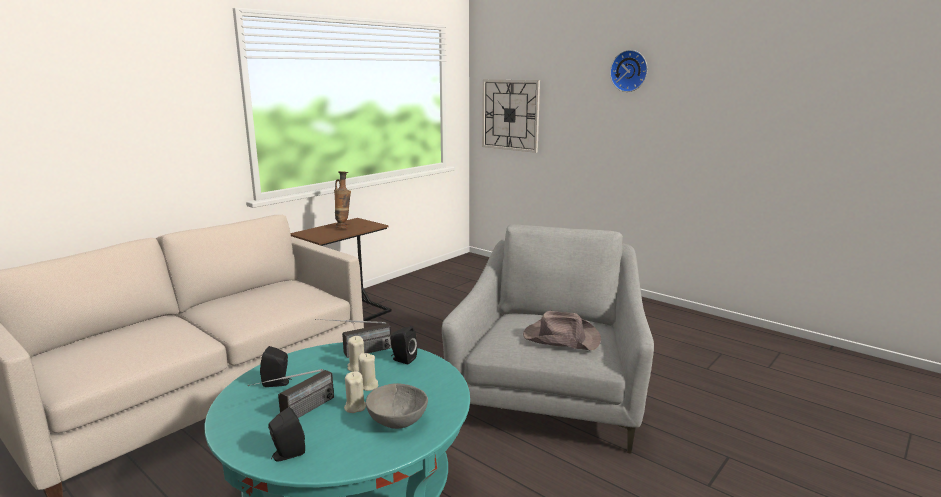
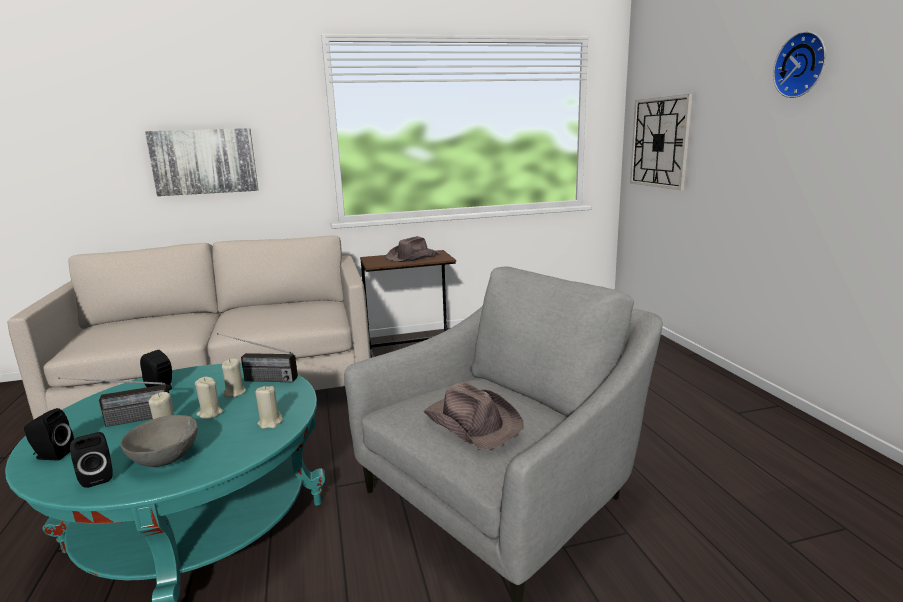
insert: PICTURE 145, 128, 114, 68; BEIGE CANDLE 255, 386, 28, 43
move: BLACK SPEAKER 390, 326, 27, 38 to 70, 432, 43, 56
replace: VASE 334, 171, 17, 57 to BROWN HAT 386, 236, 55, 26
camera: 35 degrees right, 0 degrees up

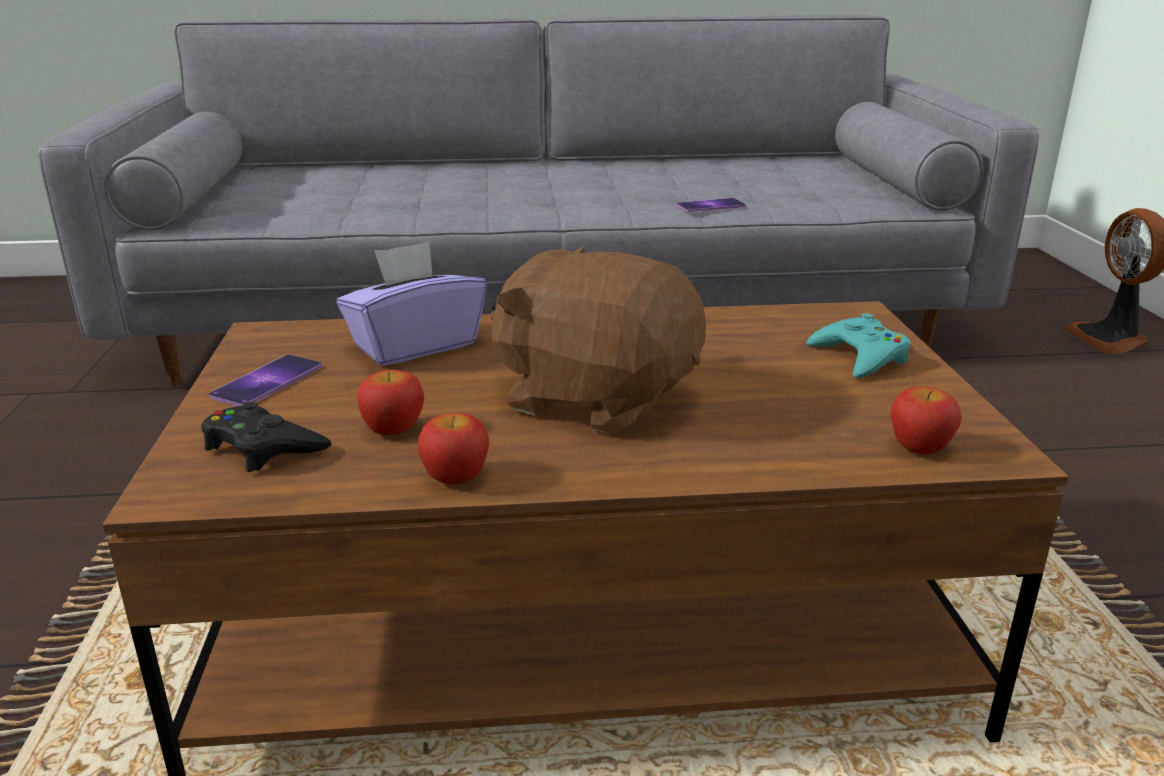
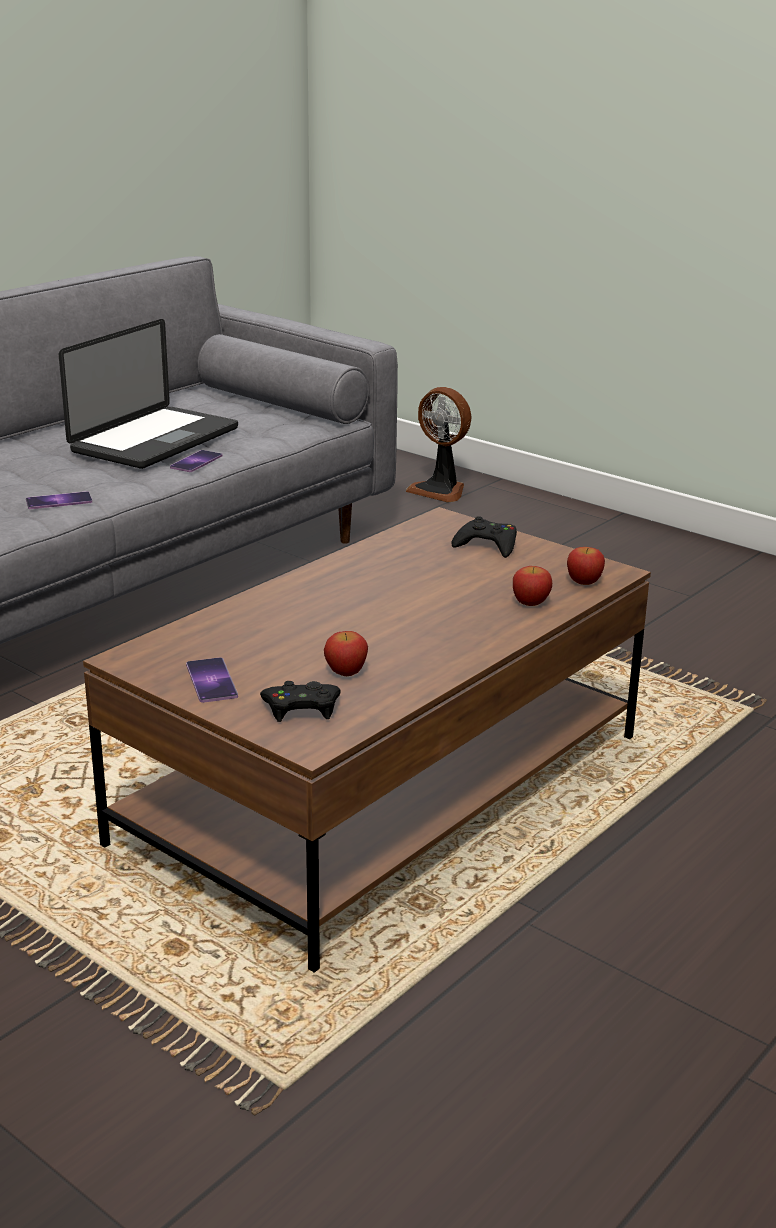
delete: PURPLE TISSUE BOX 337, 241, 150, 125; BROWN PLUSH TOY 491, 246, 215, 189
insert: PHONE 26, 491, 66, 18; LAPTOP 59, 319, 179, 150
move: APPLE 418, 413, 71, 72 to 513, 566, 39, 40
recolor: TURQUOISE GAME CONTROLLER 806, 313, 105, 65 to BLACK GAME CONTROLLER 451, 516, 66, 42
camera: 45 degrees left, 0 degrees up

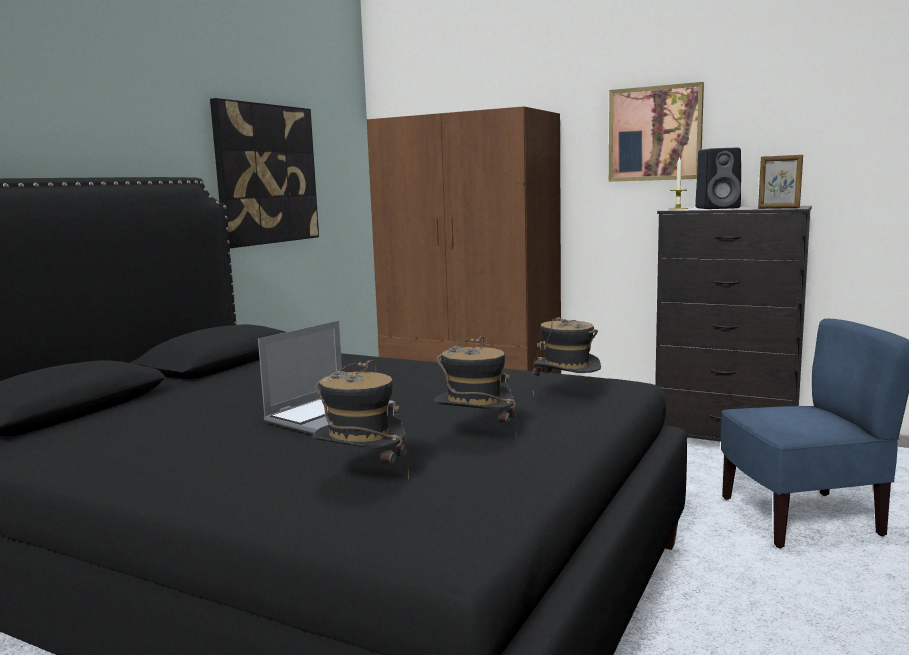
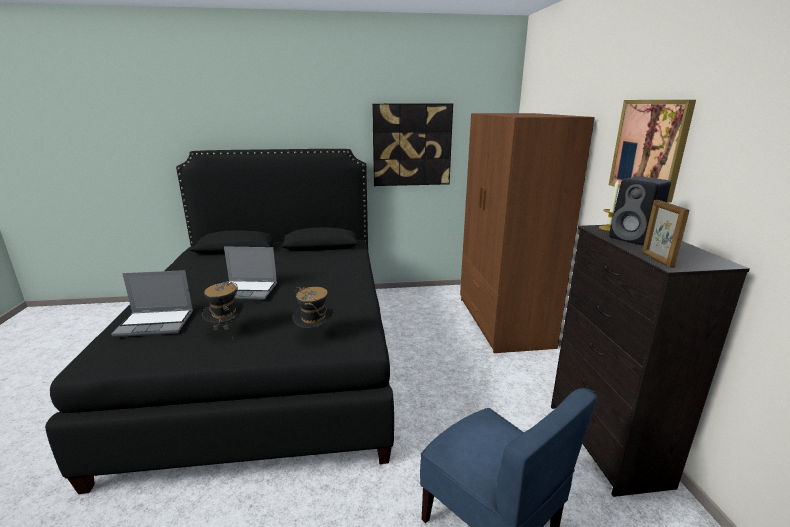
replace: HAT 313, 360, 96, 120 to LAPTOP 111, 270, 82, 67
camera: 55 degrees right, 10 degrees up

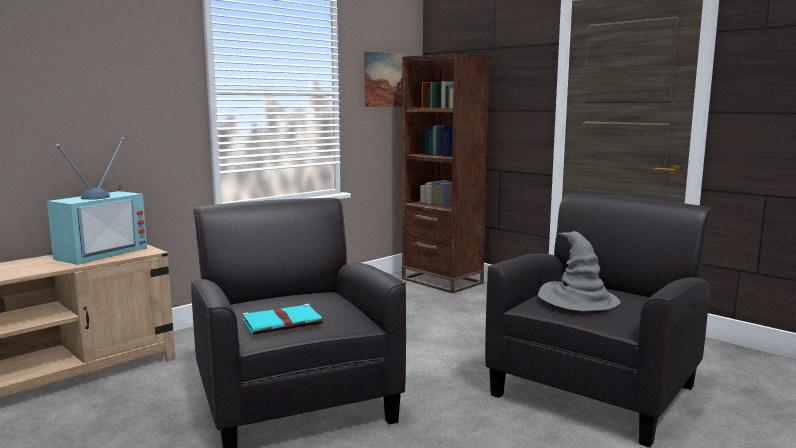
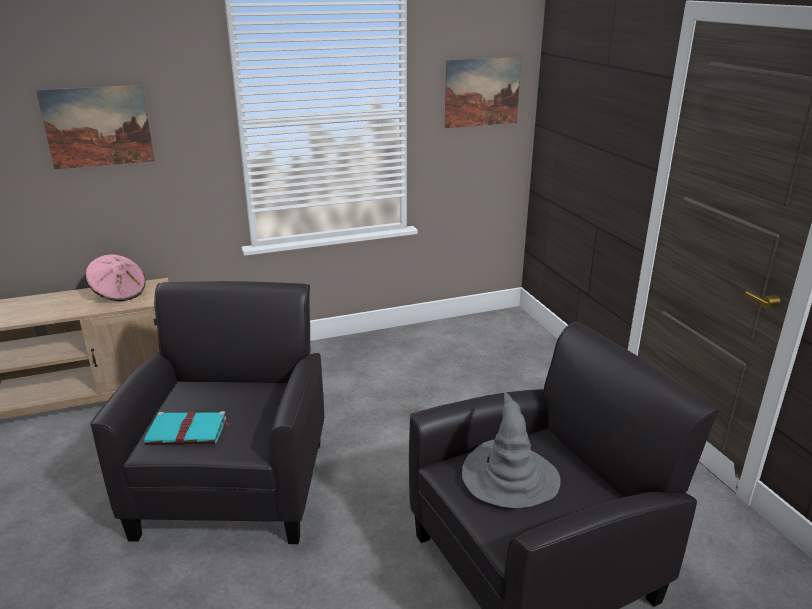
delete: BROWN BOOKCASE 402, 53, 88, 241
insert: PICTURE 36, 85, 119, 84
replace: TELEVISION 47, 137, 100, 128 to PINK HAT 86, 254, 60, 47
camera: 25 degrees right, 15 degrees up

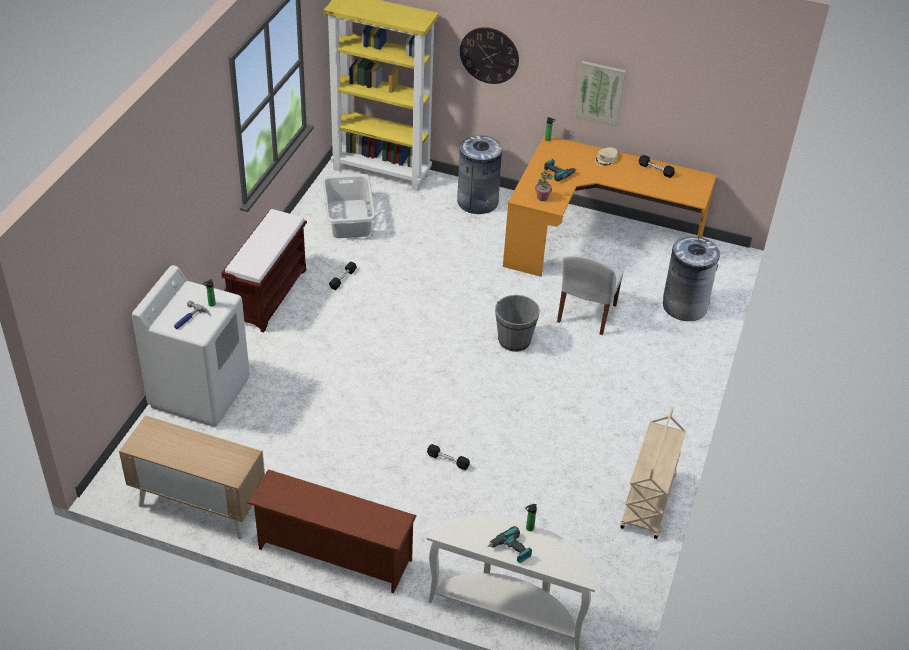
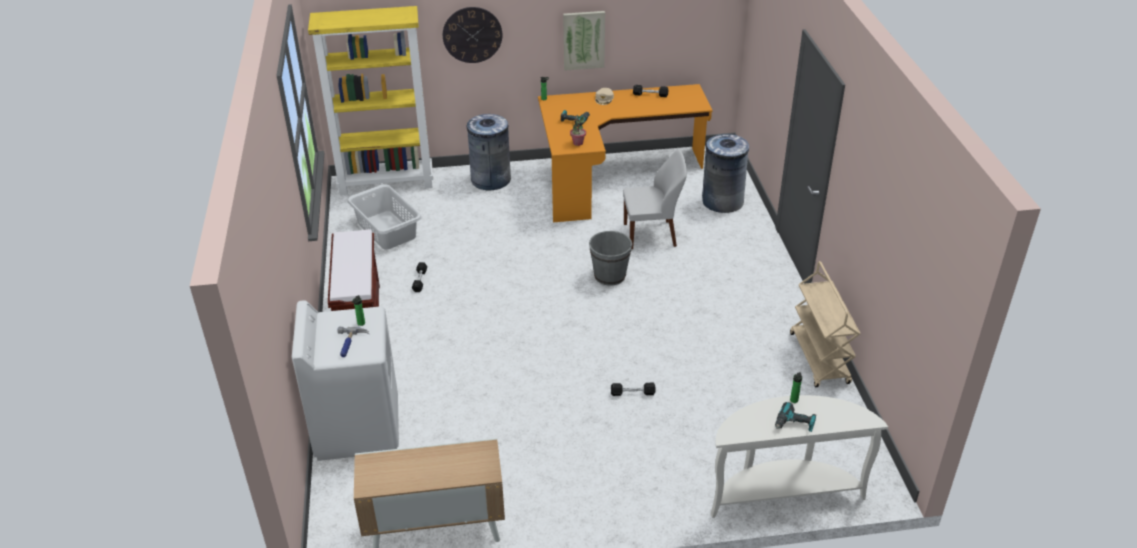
delete: BROWN SHOE RACK 248, 469, 169, 124
rotate: WHITE CHAIR 557, 256, 67, 79 = 623, 150, 64, 99 90 degrees counterclockwise
camera: 25 degrees left, 5 degrees down

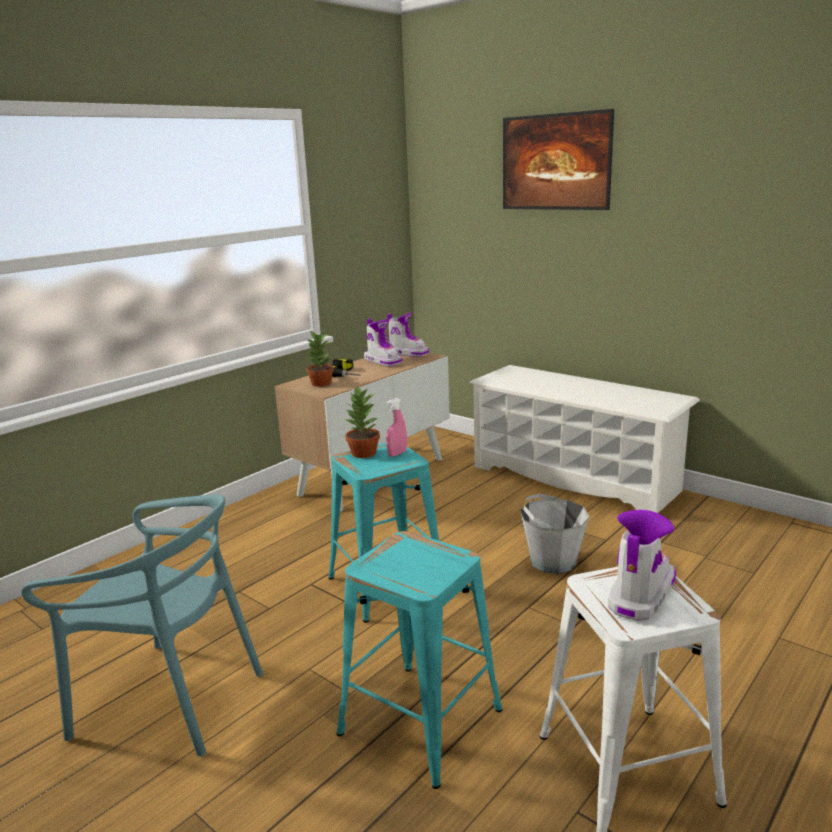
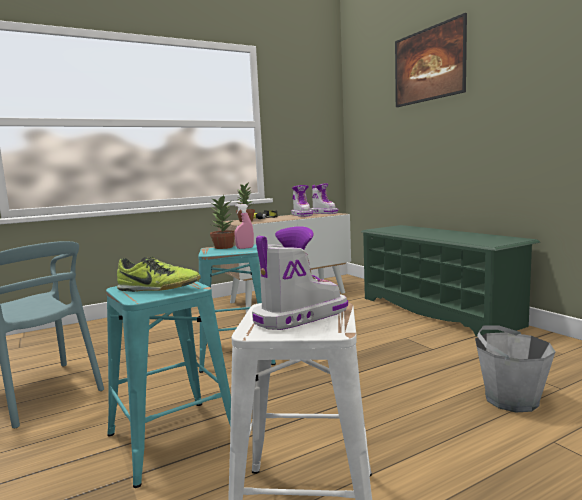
insert: SHOE 117, 257, 84, 35
move: GREY BUCKET 520, 494, 69, 80 to 475, 325, 81, 87
recolor: WHITE SHOE RACK 469, 365, 231, 148 to GREEN SHOE RACK 361, 225, 179, 112
camera: 20 degrees right, 10 degrees down

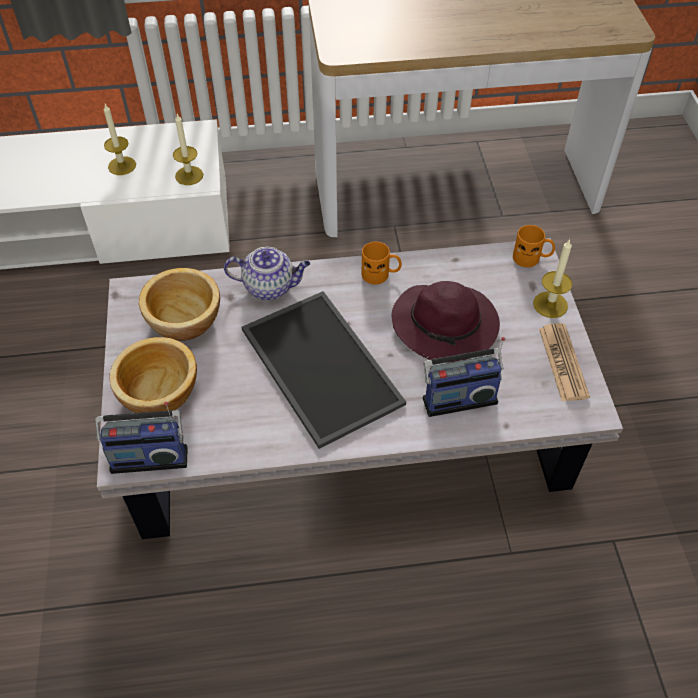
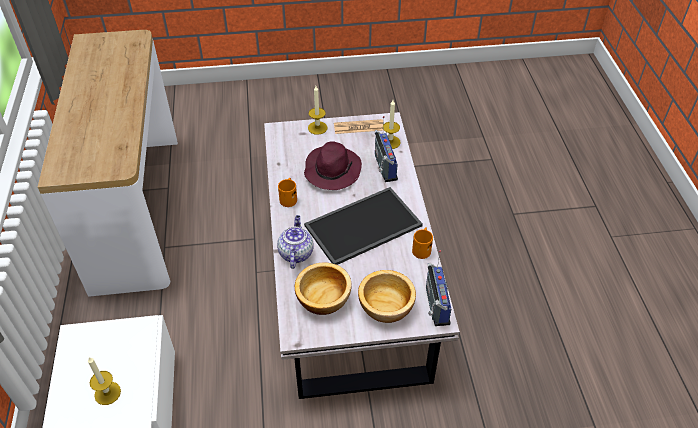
move: CANDLE 173, 114, 30, 71 to 383, 100, 18, 49; ORANGE MUG 513, 225, 42, 42 to 412, 227, 21, 32
camera: 90 degrees left, 5 degrees down

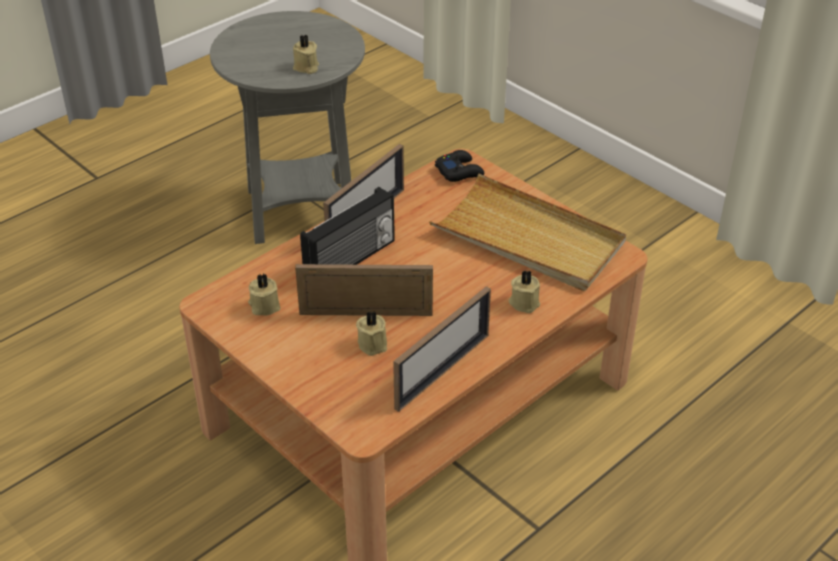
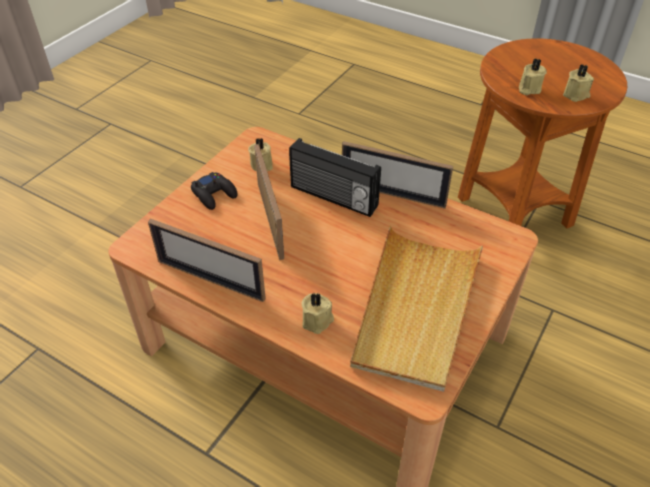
move: BLACK GAME CONTROLLER 435, 150, 49, 32 to 191, 172, 46, 38; BEIGE CANDLE 356, 311, 31, 45 to 563, 65, 31, 37
recolor: GREY SIDE TABLE 210, 11, 155, 233 to BROWN SIDE TABLE 458, 38, 169, 191
camera: 75 degrees right, 5 degrees up

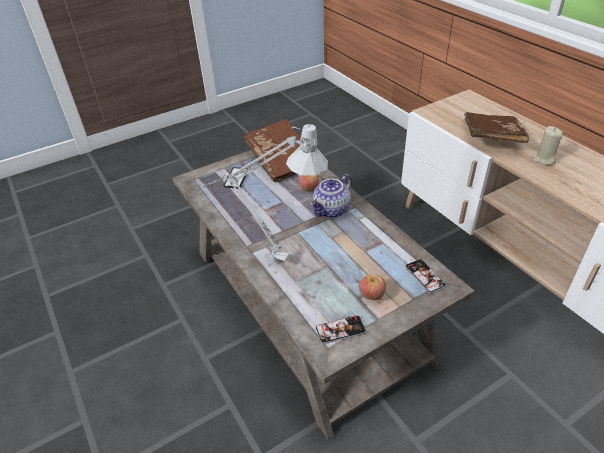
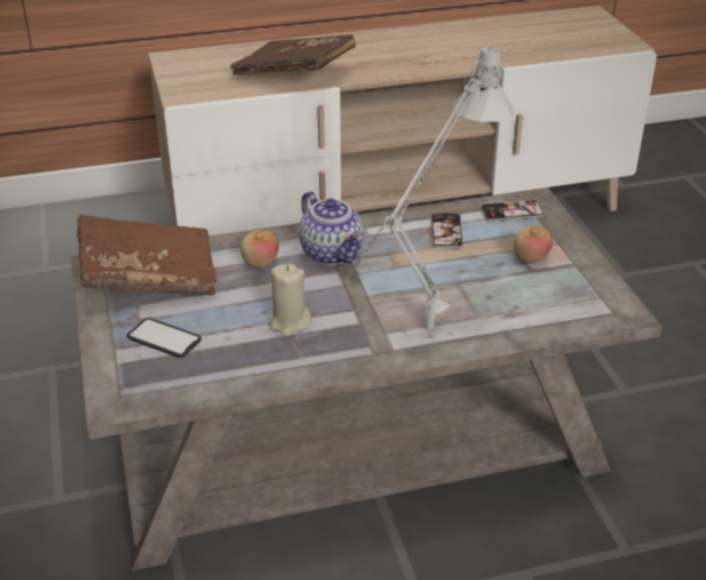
move: BEIGE CANDLE 533, 126, 30, 39 to 270, 264, 41, 72; PHONE 315, 315, 51, 29 to 431, 213, 32, 36
camera: 75 degrees left, 5 degrees down

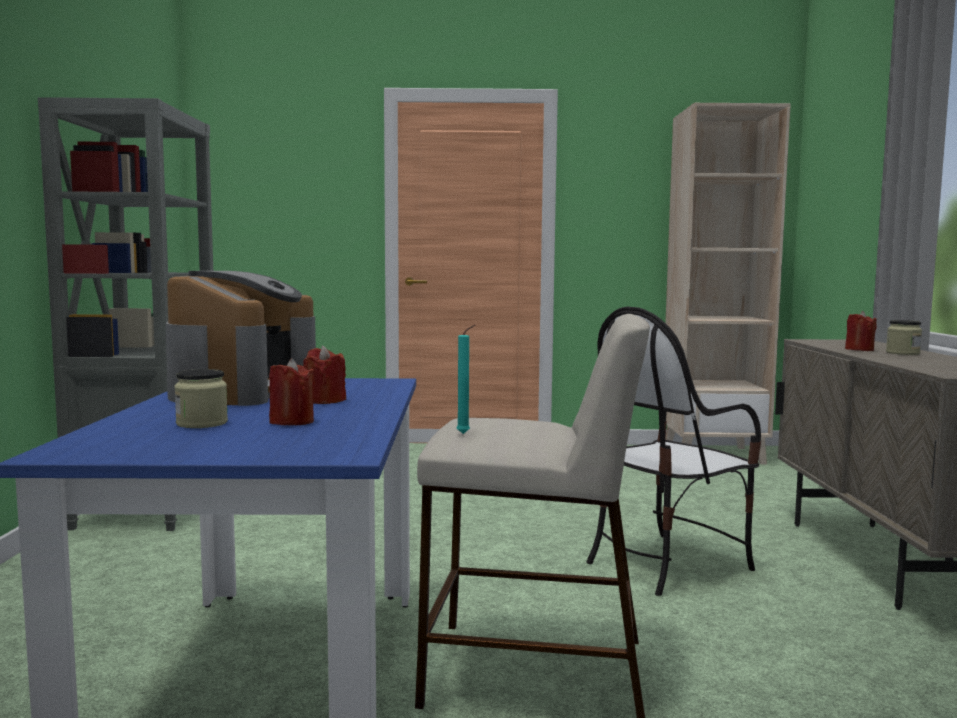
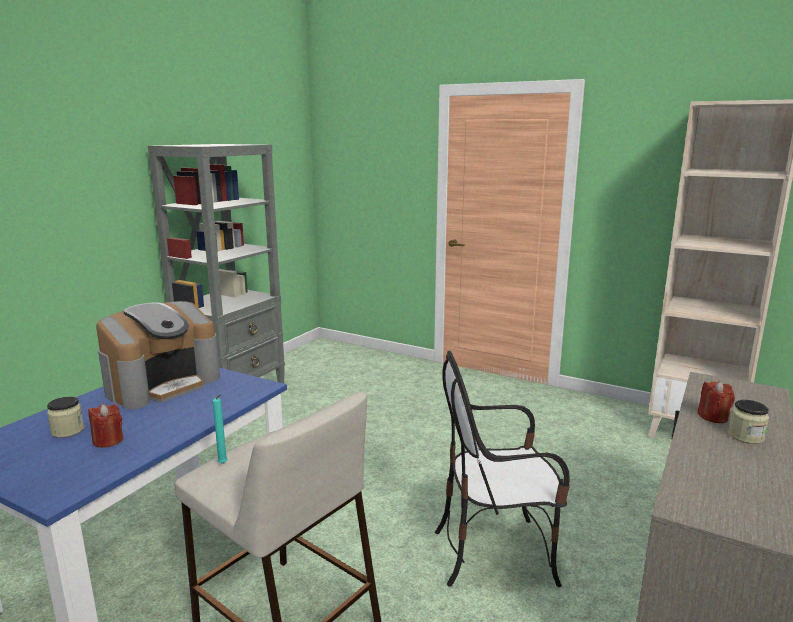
delete: RED CANDLE 303, 346, 43, 58
camera: 30 degrees right, 10 degrees up

